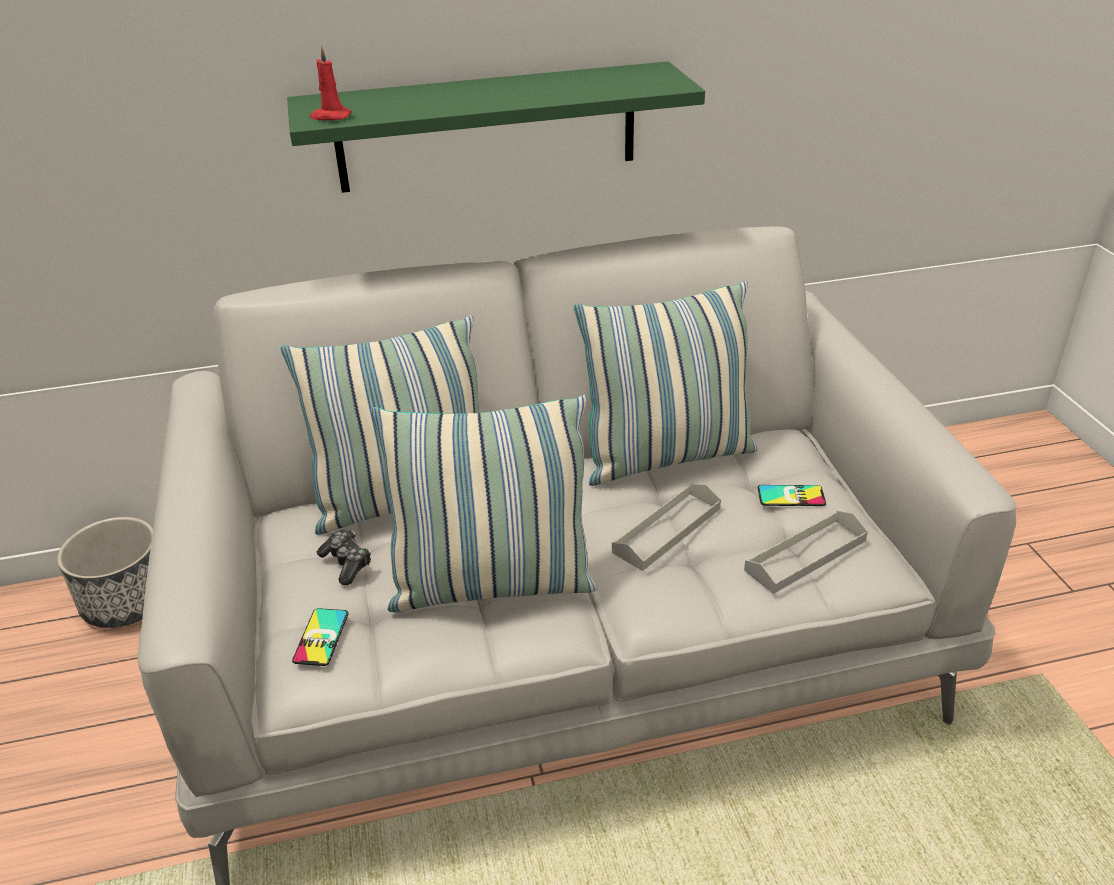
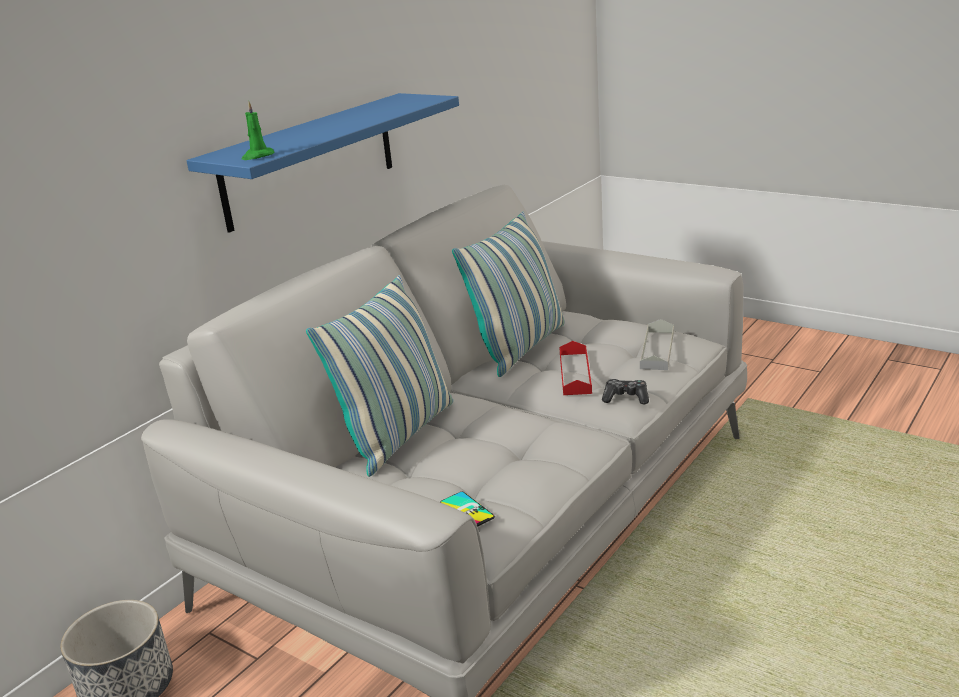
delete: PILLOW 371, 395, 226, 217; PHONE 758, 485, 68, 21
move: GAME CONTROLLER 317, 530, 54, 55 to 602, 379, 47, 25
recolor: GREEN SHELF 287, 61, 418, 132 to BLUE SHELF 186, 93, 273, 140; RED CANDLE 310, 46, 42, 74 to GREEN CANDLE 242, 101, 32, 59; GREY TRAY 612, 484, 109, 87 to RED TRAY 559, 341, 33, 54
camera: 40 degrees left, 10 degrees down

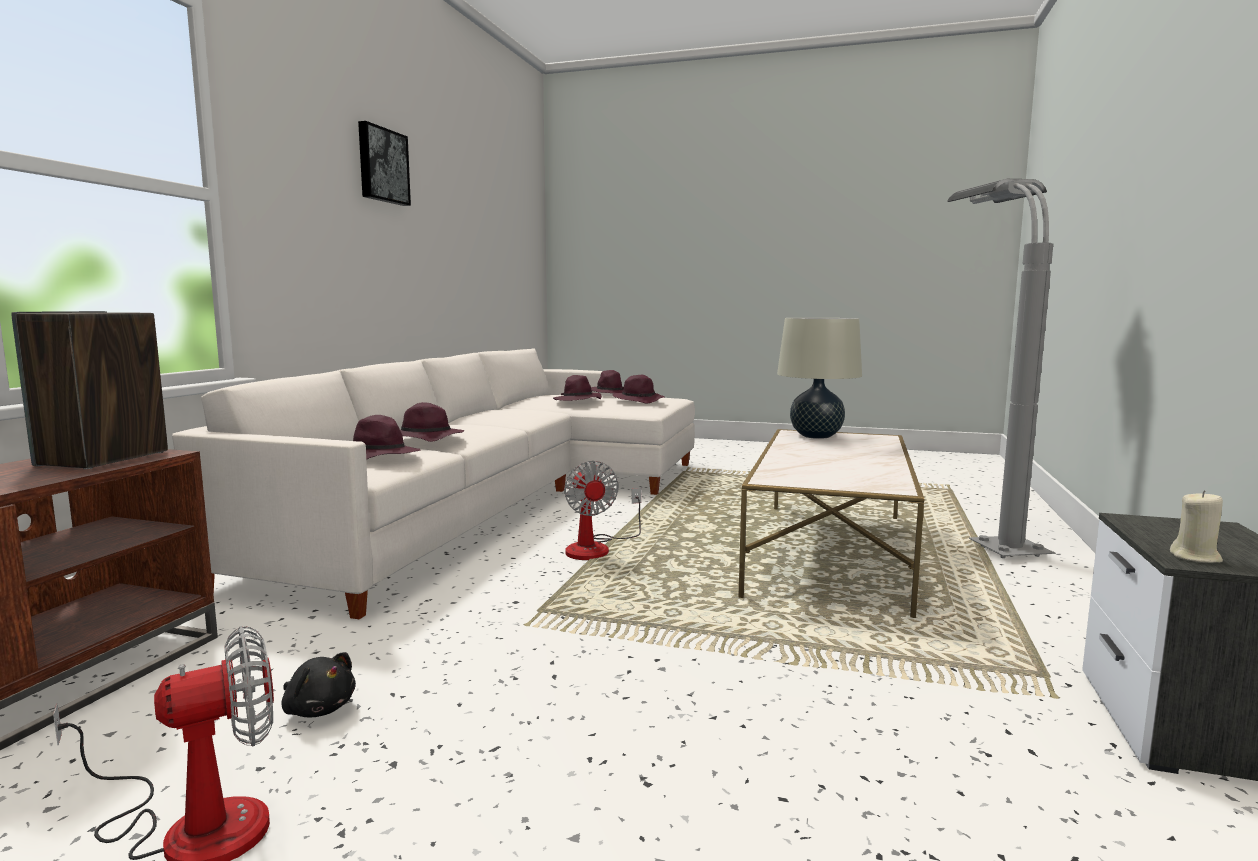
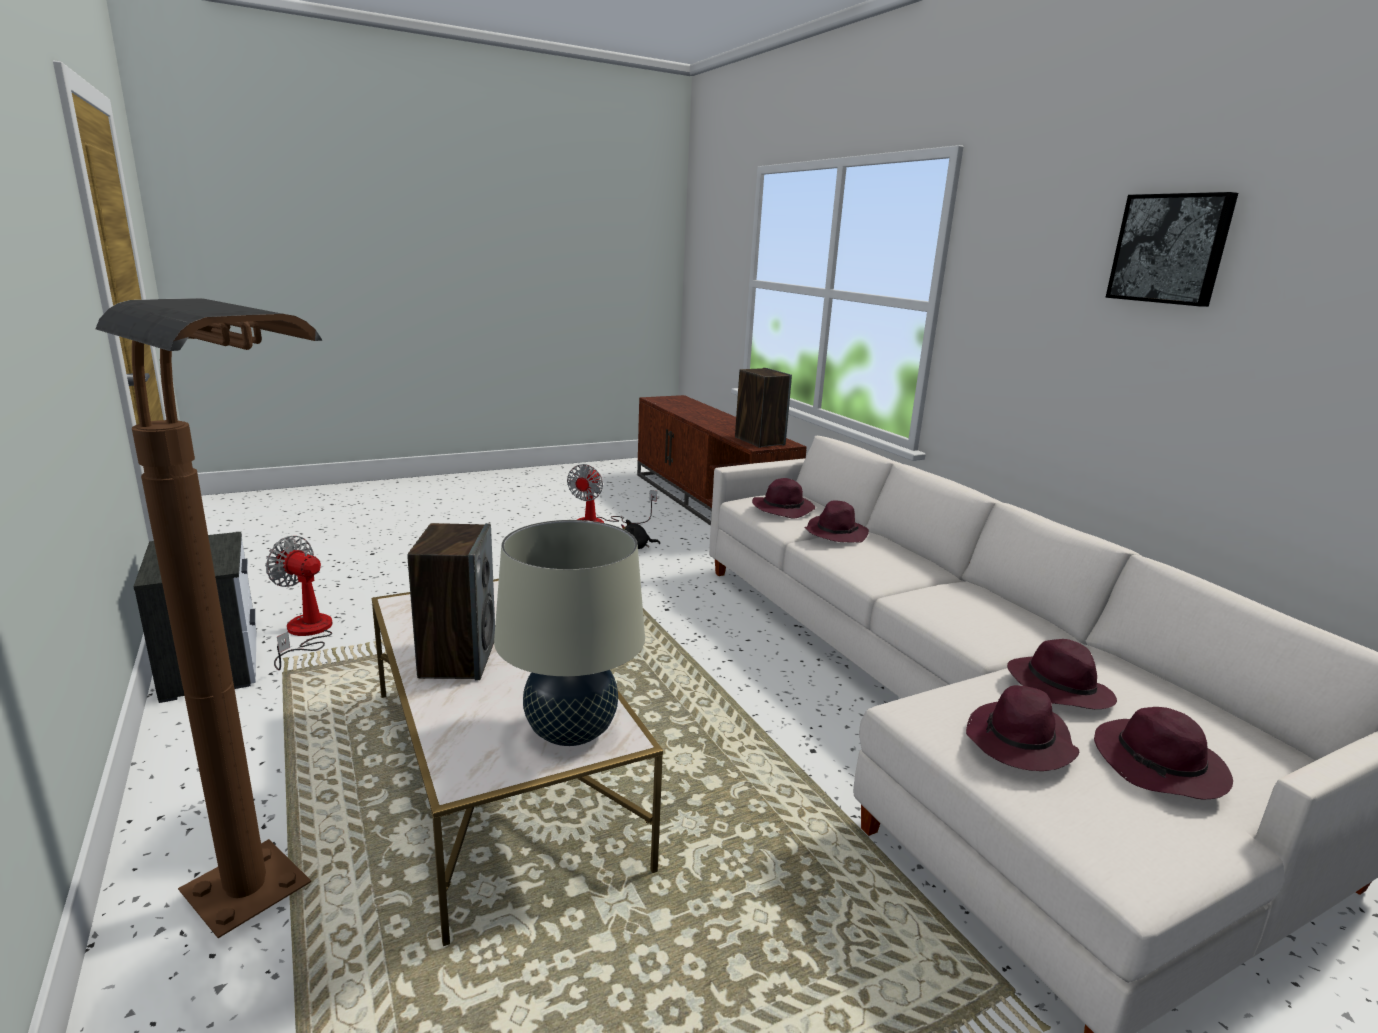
delete: BEIGE CANDLE 1170, 491, 53, 72
insert: SPEAKER 407, 523, 88, 157
move: FAN 564, 461, 78, 99 to 265, 536, 68, 134
recolor: GREY FLOOR LAMP 947, 179, 108, 379 to BROWN FLOOR LAMP 96, 298, 227, 640
camera: 135 degrees right, 10 degrees up

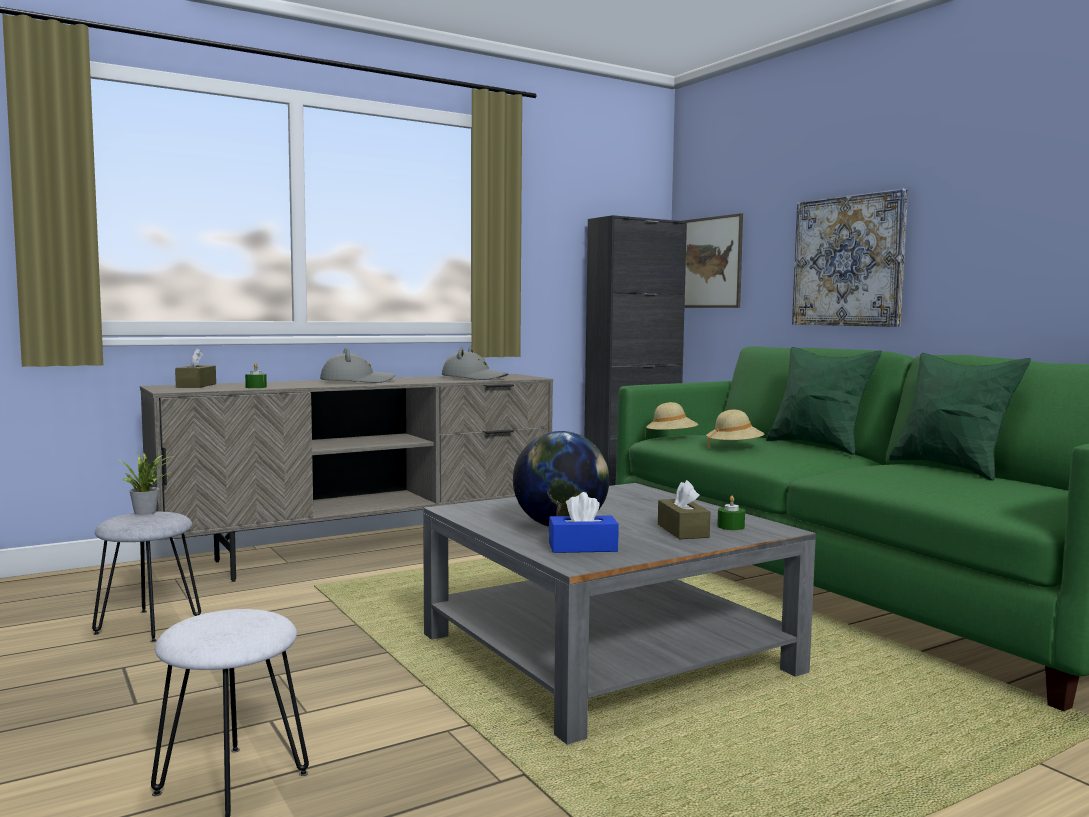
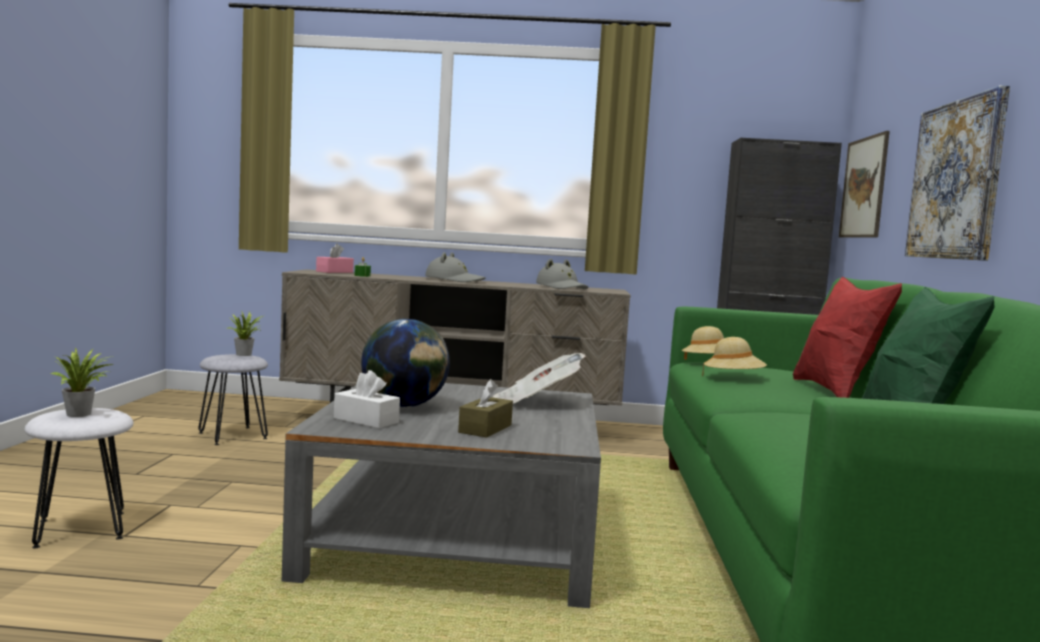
delete: GREEN CANDLE 717, 496, 28, 34
insert: POTTED PLANT 50, 347, 63, 70; NEWSPAPER 492, 353, 94, 50
recolor: BROWN TISSUE BOX 175, 348, 41, 40 to PINK TISSUE BOX 316, 243, 38, 30; BLUE TISSUE BOX 549, 492, 70, 61 to WHITE TISSUE BOX 334, 370, 66, 58; GREEN PILLOW 766, 347, 116, 108 to RED PILLOW 793, 277, 109, 121
camera: 35 degrees right, 0 degrees up

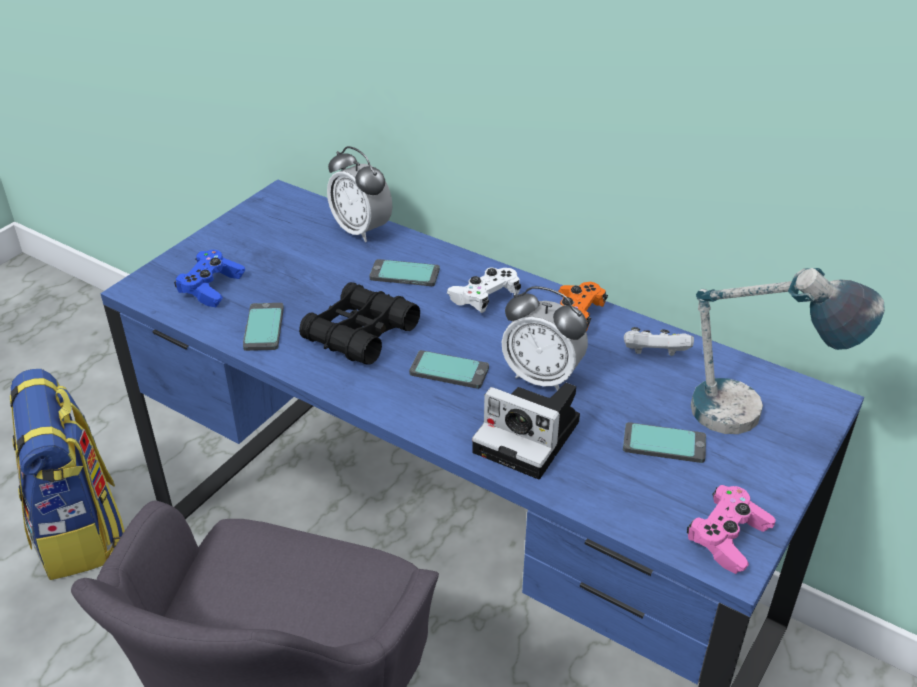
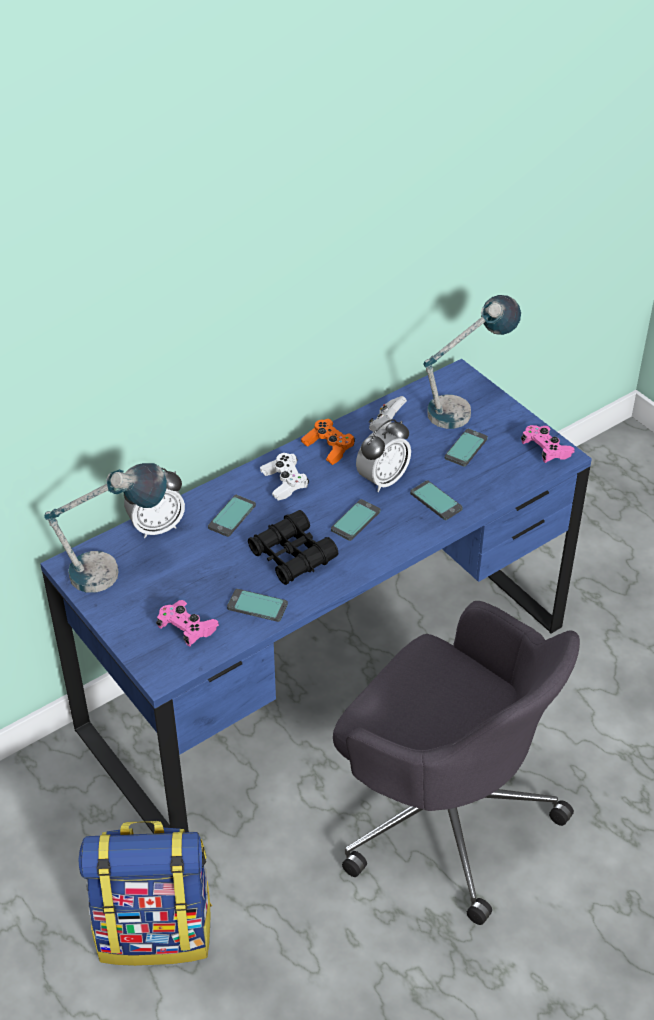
insert: TABLE LAMP 44, 463, 123, 130
replace: PHOTO CAMERA 472, 383, 108, 96 to PHONE 410, 480, 53, 40
recolor: BLUE GAME CONTROLLER 174, 250, 71, 57 to PINK GAME CONTROLLER 156, 600, 63, 47
camera: 70 degrees left, 5 degrees up

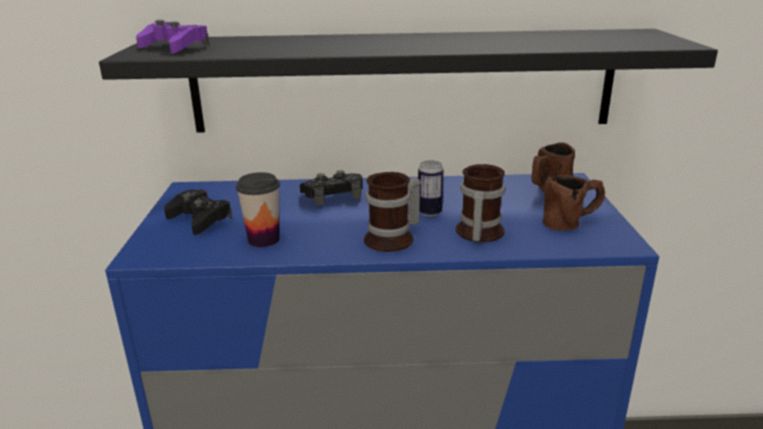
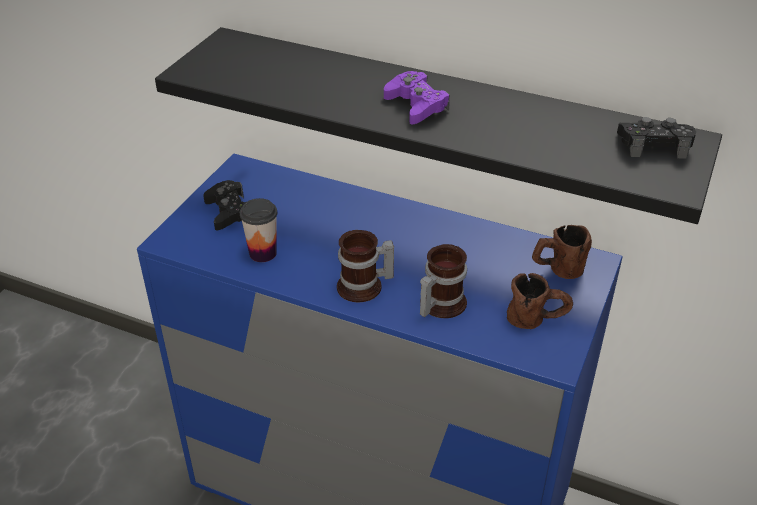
delete: CAN 418, 160, 26, 56
move: PURPLE GAME CONTROLLER 136, 20, 73, 34 to 384, 71, 66, 53; BLACK GAME CONTROLLER 300, 170, 63, 36 to 617, 117, 79, 42
camera: 25 degrees right, 15 degrees up

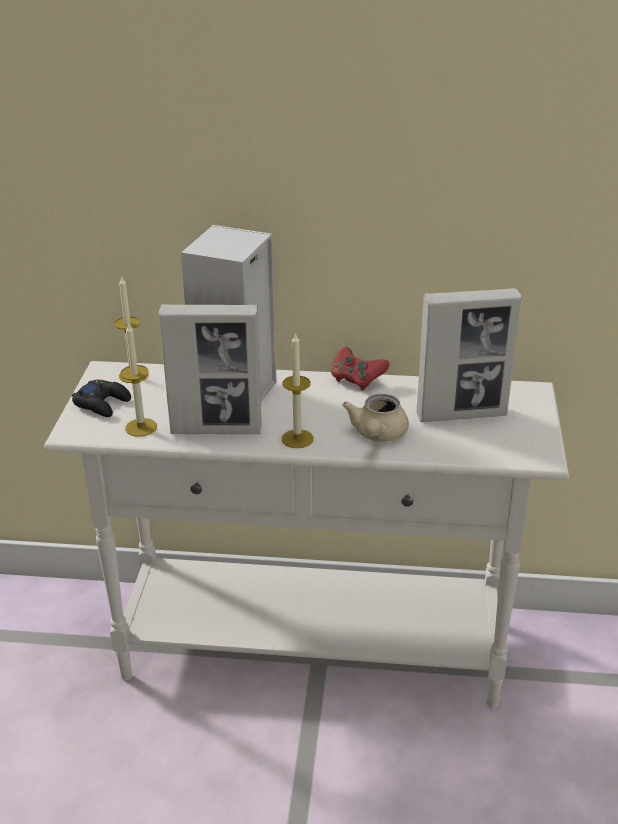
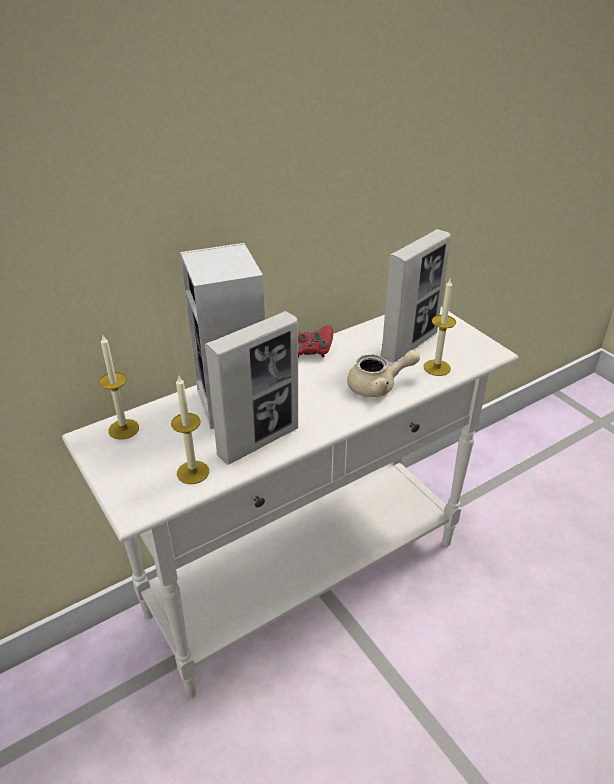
delete: BLACK GAME CONTROLLER 72, 380, 59, 37
move: CANDLE 282, 332, 32, 116 to 424, 279, 32, 97
rotate: BEIGE TEAPOT 342, 394, 67, 48 = 347, 350, 73, 47 75 degrees counterclockwise
camera: 40 degrees left, 5 degrees up

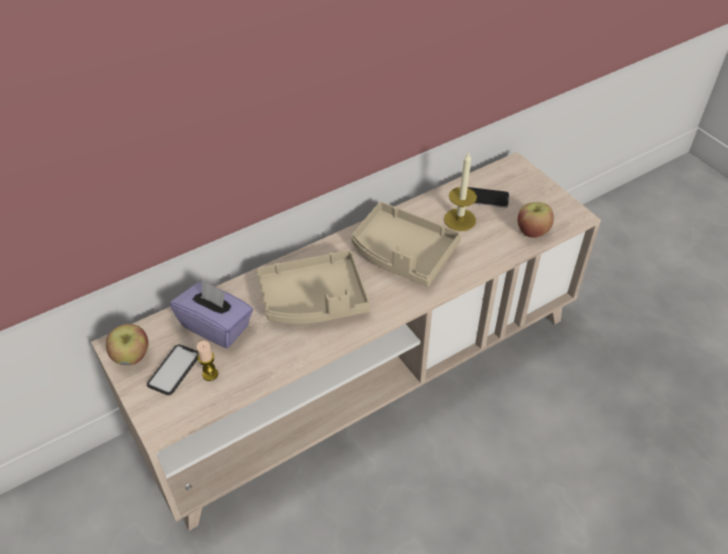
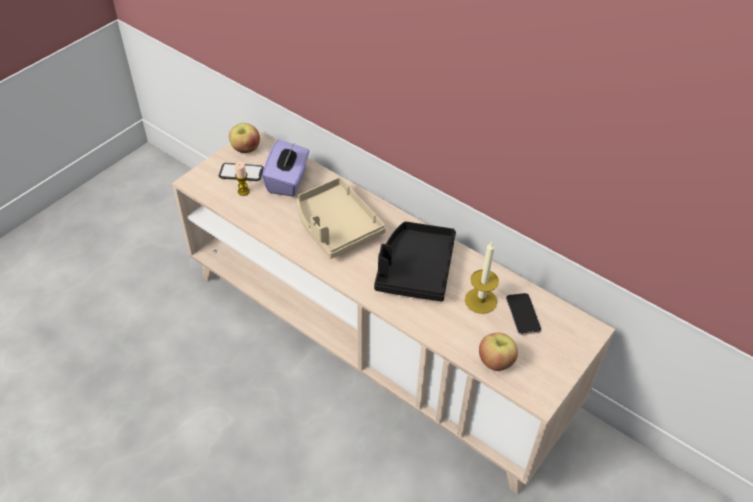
recolor: BEIGE TRAY 351, 202, 110, 84 to BLACK TRAY 374, 221, 82, 81
camera: 70 degrees right, 0 degrees up

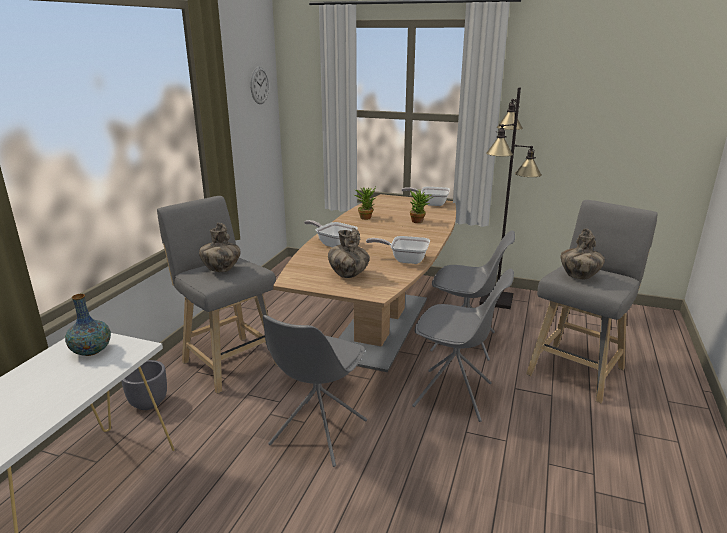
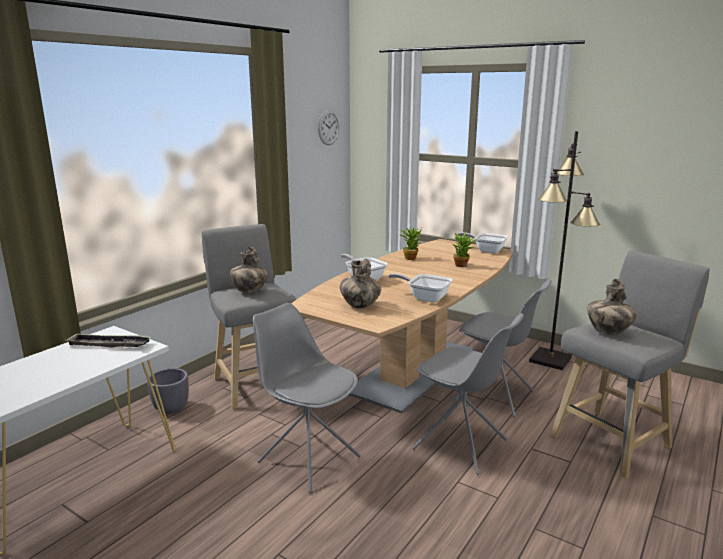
replace: VASE 65, 294, 46, 62 to TRAY 65, 333, 86, 14
rotate: GREY CHAIR 263, 315, 104, 152 = 253, 303, 108, 190 90 degrees clockwise
camera: 15 degrees right, 5 degrees down

